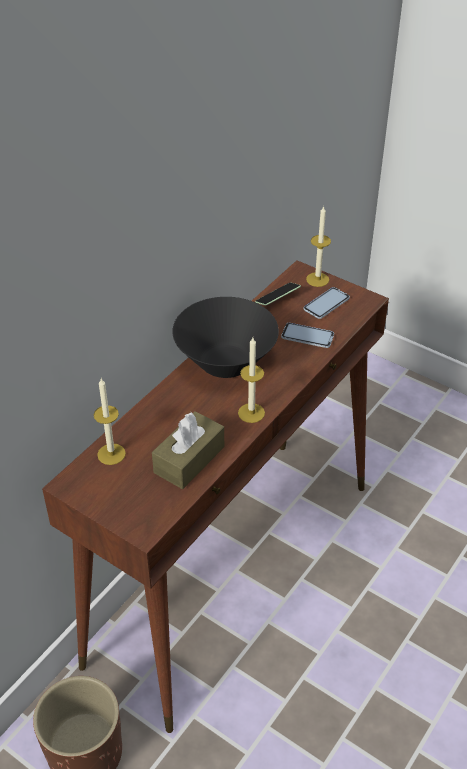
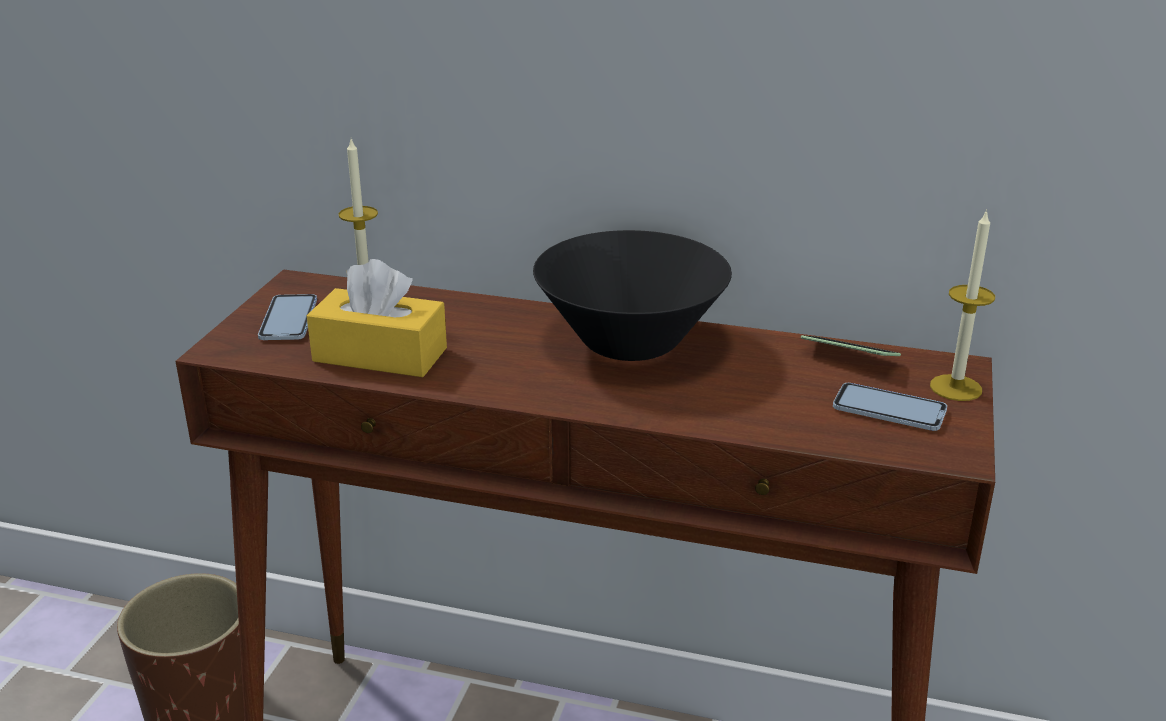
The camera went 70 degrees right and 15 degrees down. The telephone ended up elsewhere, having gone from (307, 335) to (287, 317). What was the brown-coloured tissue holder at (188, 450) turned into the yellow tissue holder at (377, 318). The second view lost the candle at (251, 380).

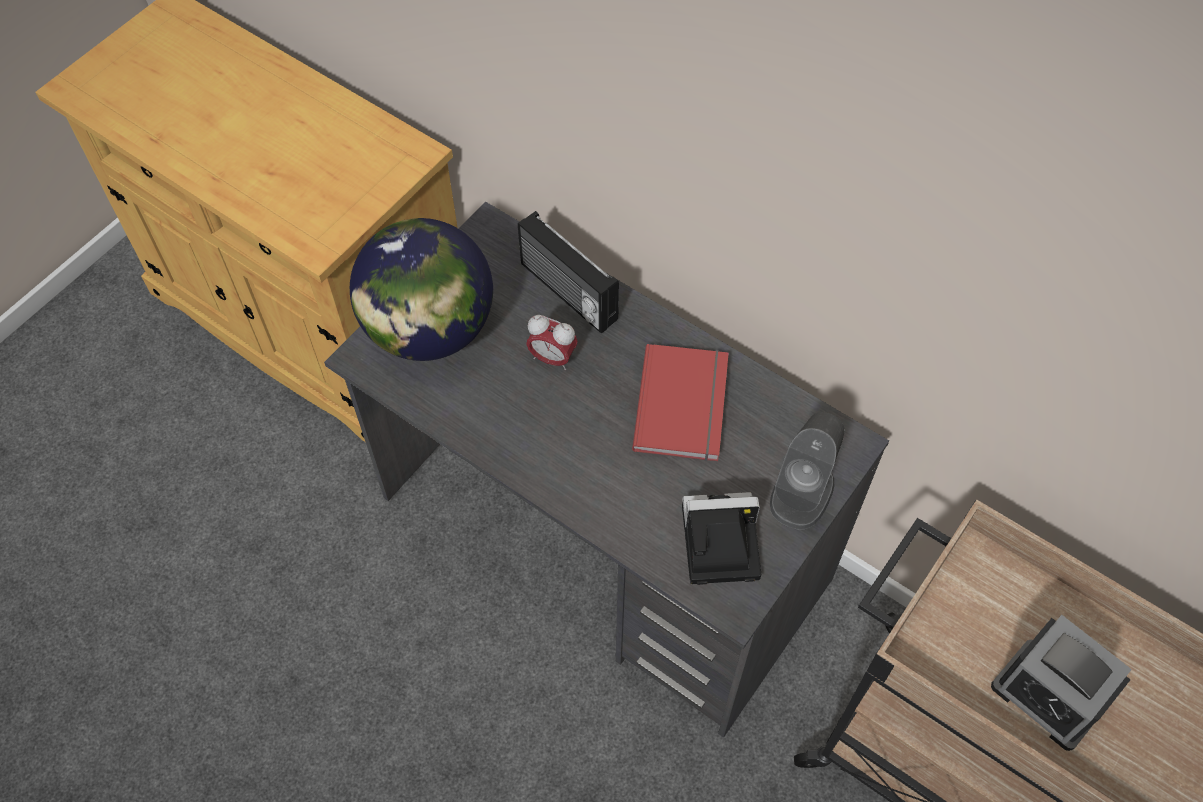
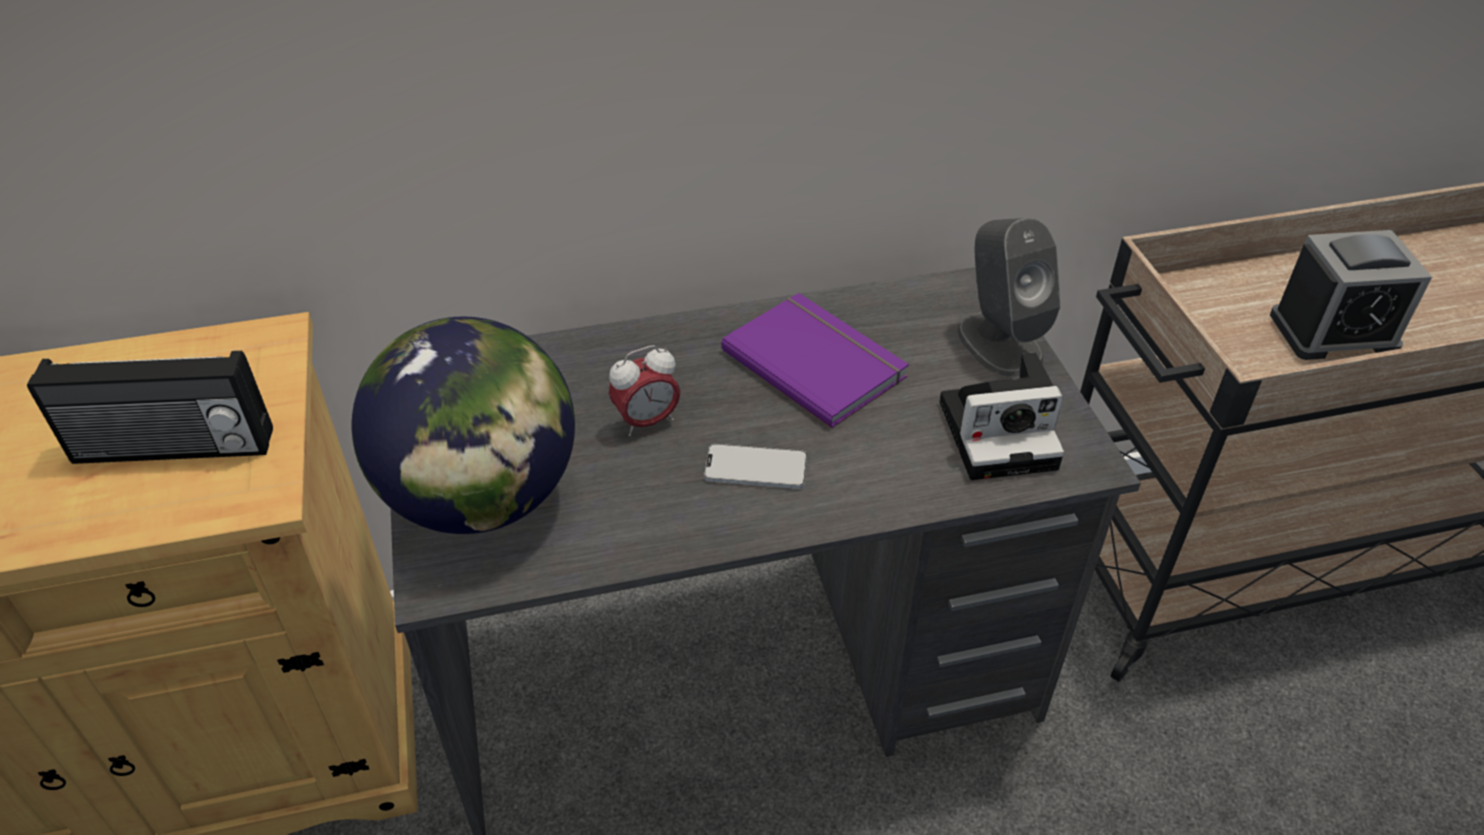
The camera went 50 degrees left and 15 degrees down. The radio receiver ended up elsewhere, having gone from (568, 272) to (150, 407). The second view gained the telephone at (755, 466). What was the red-coloured bound book at (680, 402) turned into the purple bound book at (815, 360). The photo camera at (721, 538) ended up facing another way, 135 degrees counterclockwise from before.

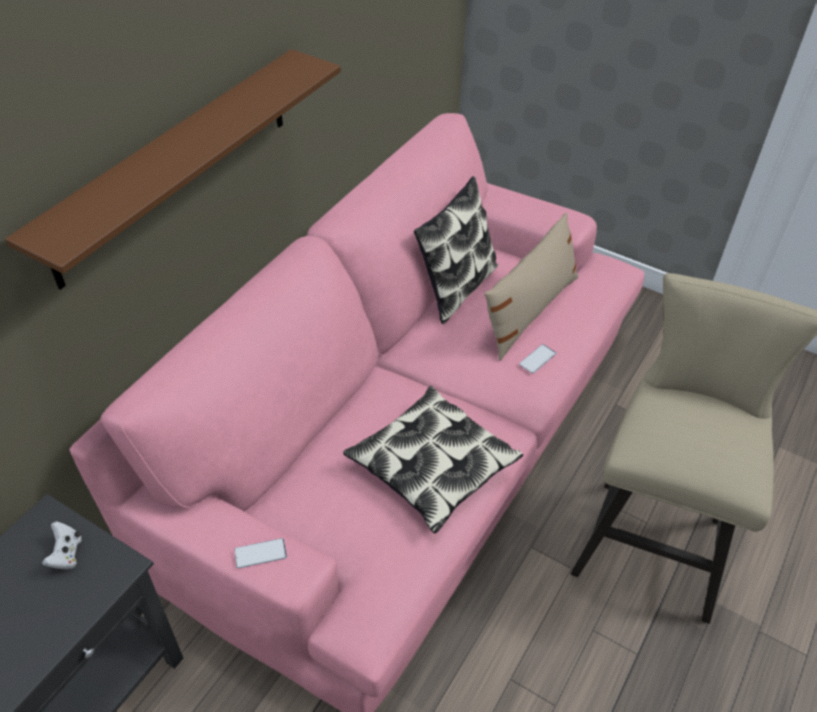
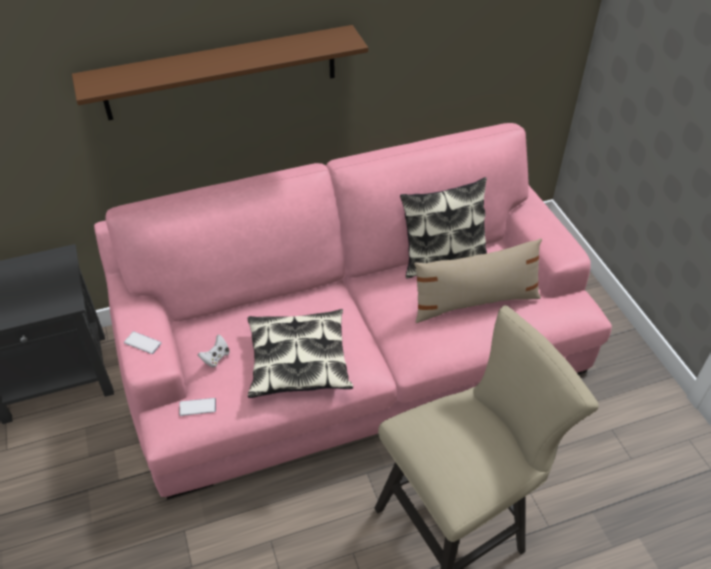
The camera went 40 degrees right and 0 degrees up. The telephone ended up elsewhere, having gone from (537, 358) to (197, 407). The white game controller ended up elsewhere, having gone from (62, 545) to (214, 351).

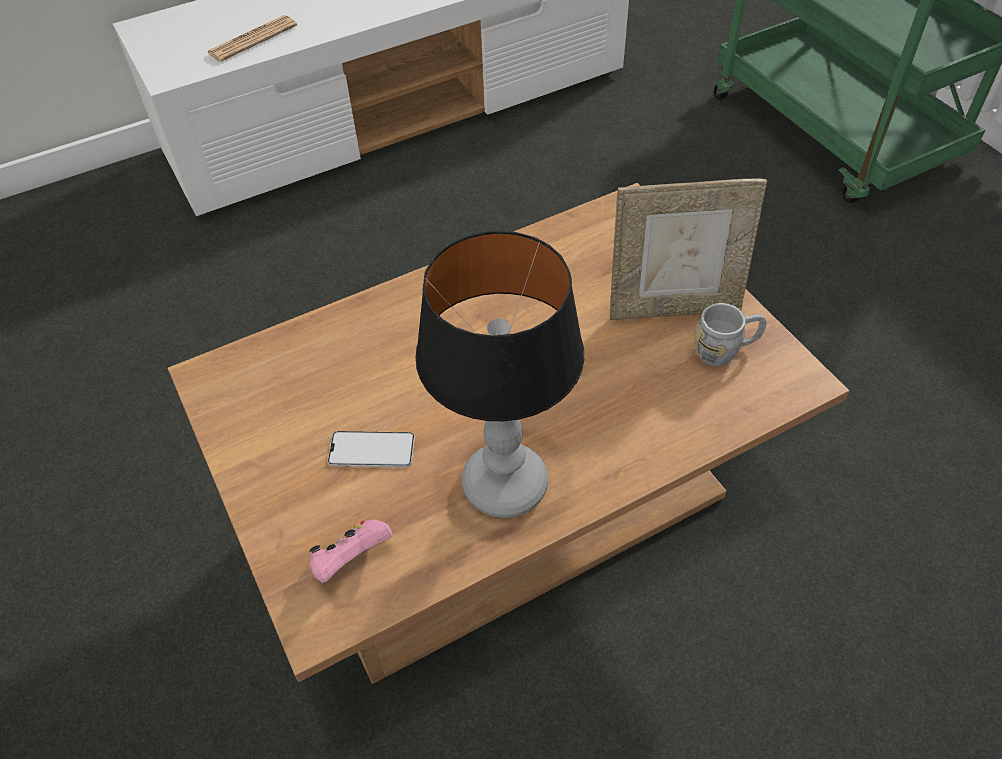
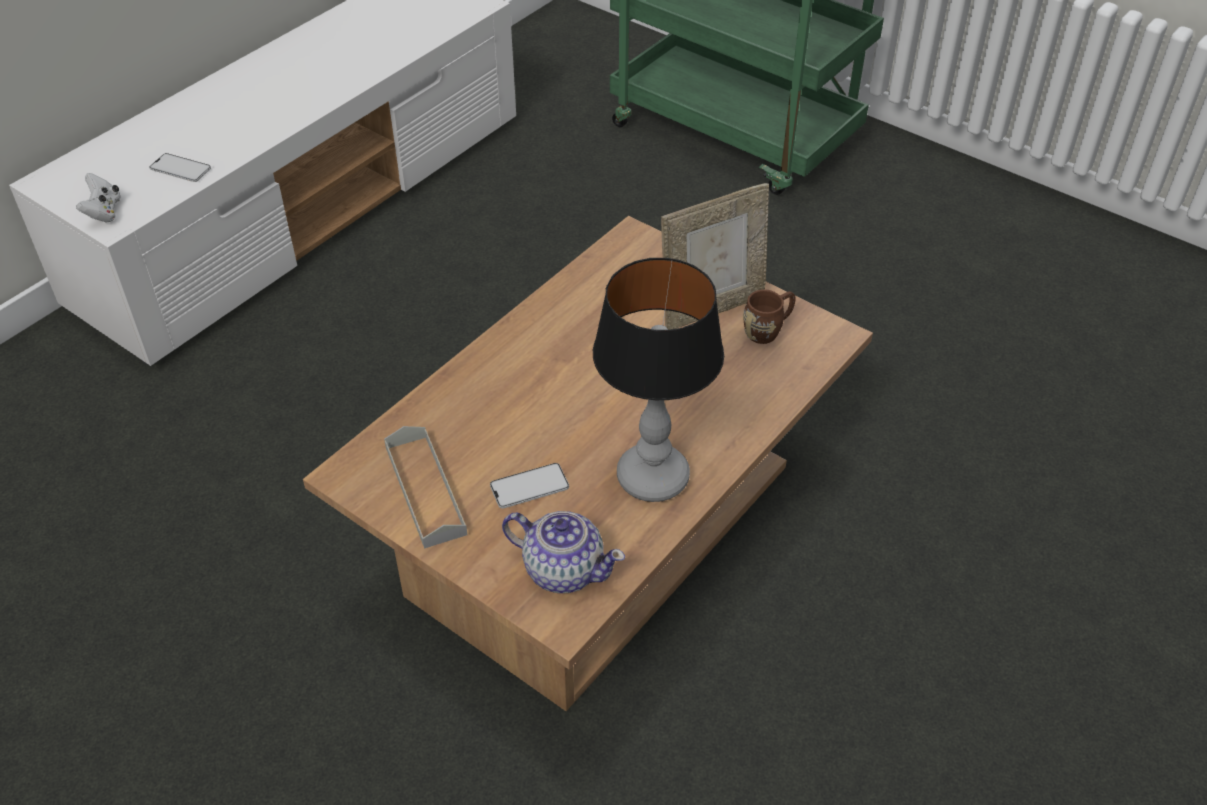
The camera went 25 degrees left and 5 degrees down. The second view gained the white game controller at (98, 197). Where the printed paper stood at (252, 38), the telephone came to stand at (180, 167). The second view gained the grey carrying tray at (425, 487). Where the pink game controller stood at (351, 551), the pot for tea came to stand at (563, 552). What was the grey mug at (730, 334) turned into the brown-coloured mug at (769, 316).

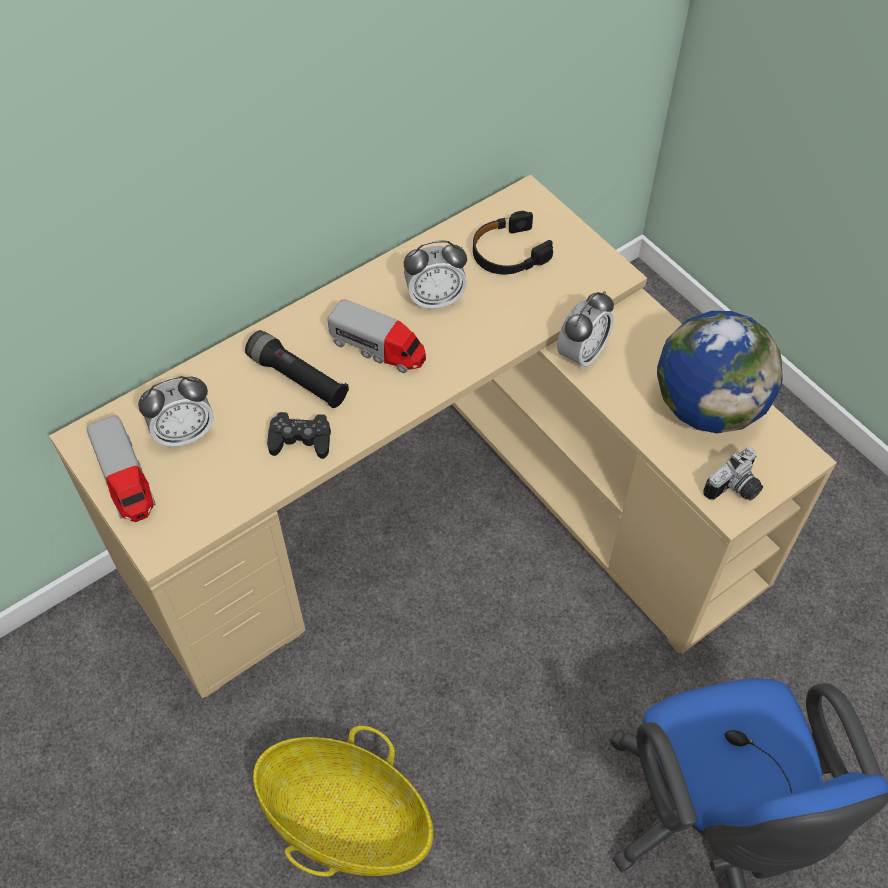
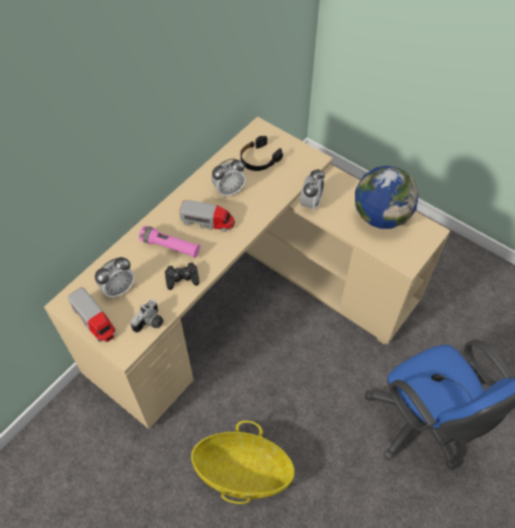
The camera went 15 degrees left and 0 degrees up. The photo camera ended up elsewhere, having gone from (733, 474) to (146, 316). What was the blackish flashlight at (297, 369) turned into the pink flashlight at (169, 242).

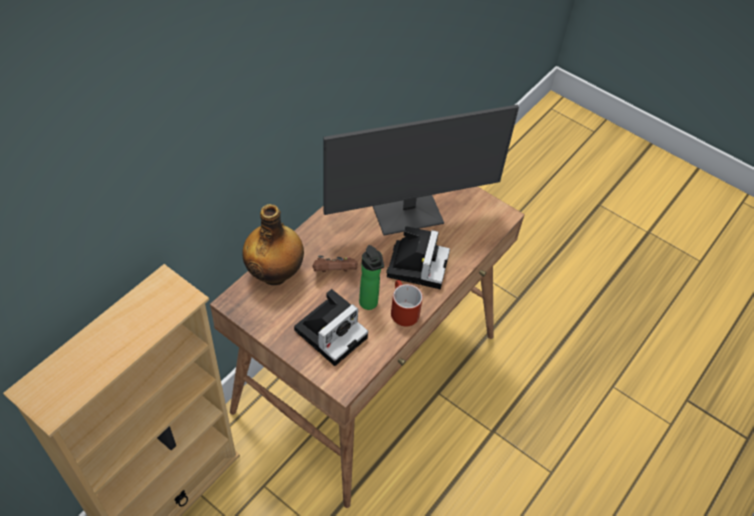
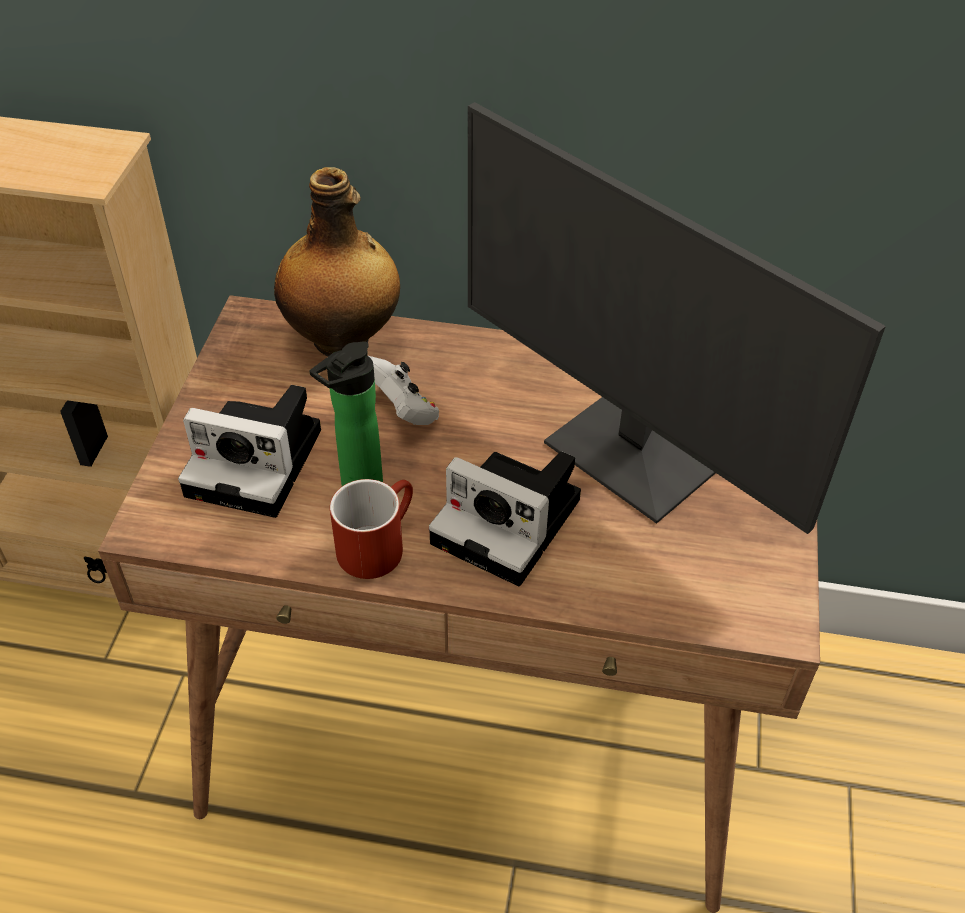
The camera went 65 degrees right and 5 degrees down. What was the brown-coloured game controller at (335, 264) turned into the white game controller at (403, 390). The photo camera at (418, 257) ended up facing another way, 45 degrees clockwise from before.

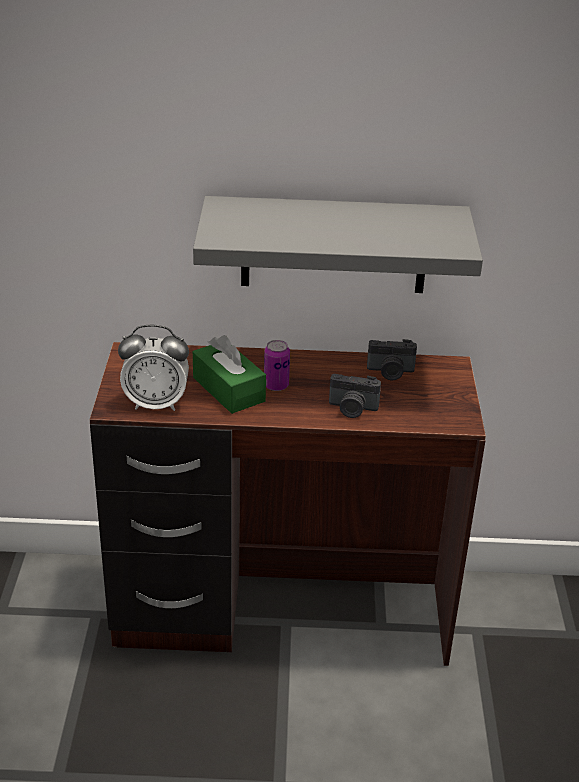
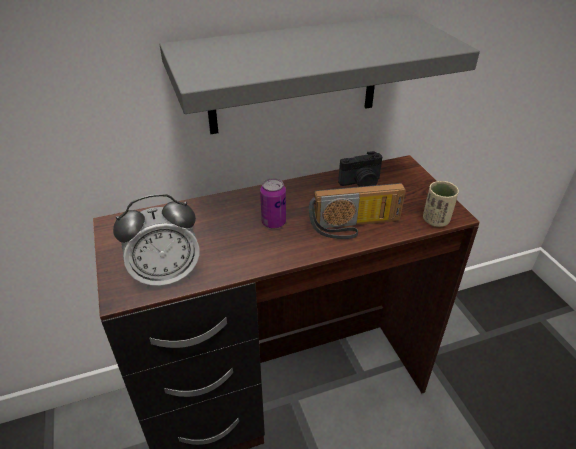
The camera went 20 degrees left and 5 degrees up. Where the photo camera stood at (355, 396), the radio receiver came to stand at (357, 211). The second view gained the beige cup at (441, 204). The second view lost the green tissue holder at (229, 374).

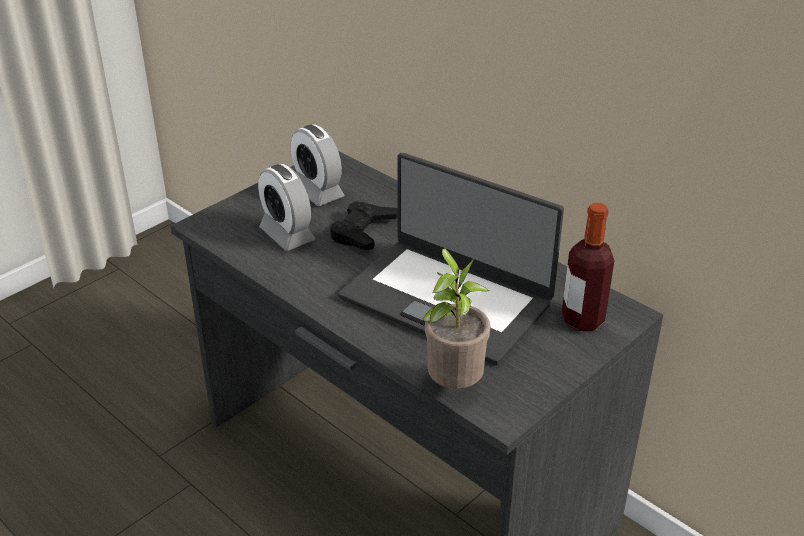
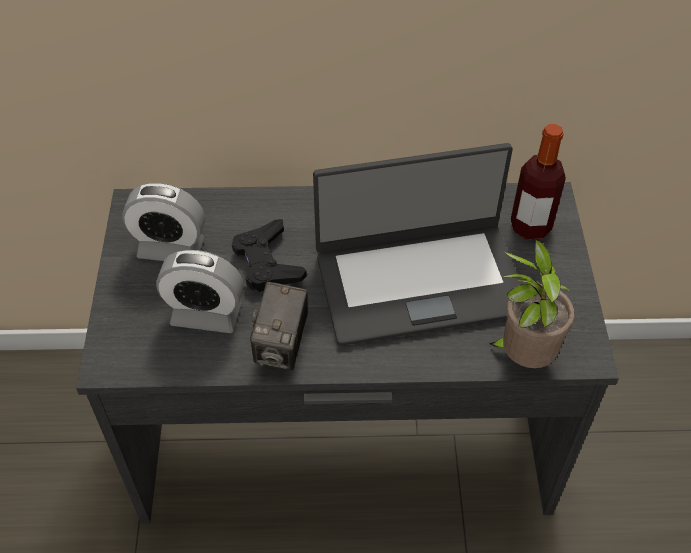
The camera went 45 degrees left and 15 degrees up. The second view gained the photo camera at (279, 326).

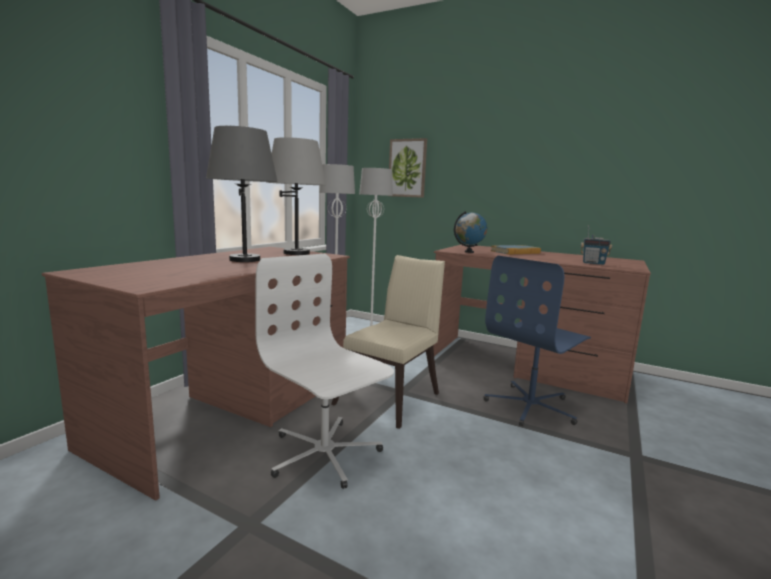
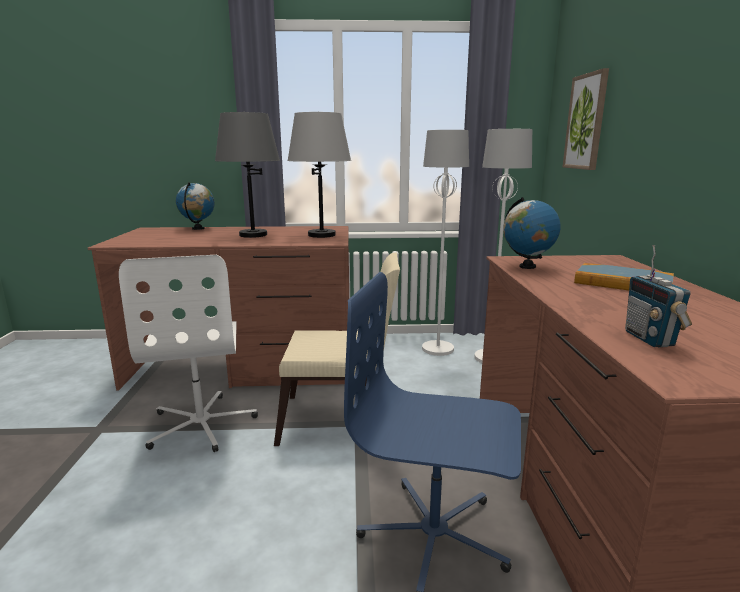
The camera went 60 degrees right and 5 degrees up. The white computer chair at (324, 371) ended up facing another way, 150 degrees clockwise from before. The second view gained the desk globe at (195, 206).

